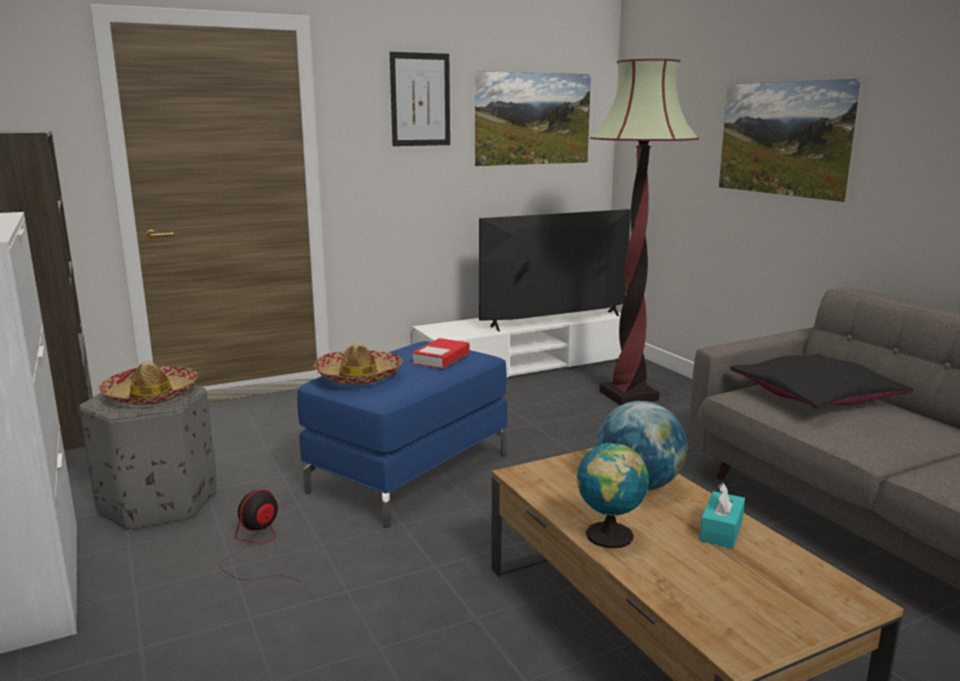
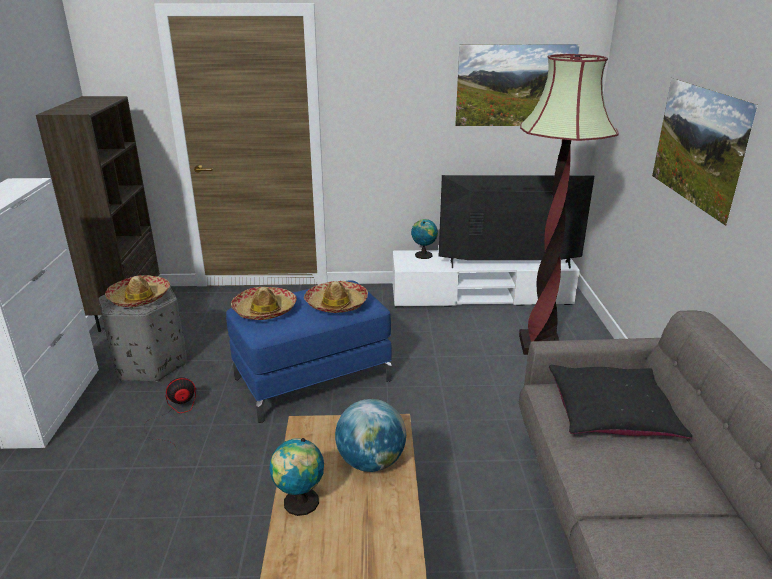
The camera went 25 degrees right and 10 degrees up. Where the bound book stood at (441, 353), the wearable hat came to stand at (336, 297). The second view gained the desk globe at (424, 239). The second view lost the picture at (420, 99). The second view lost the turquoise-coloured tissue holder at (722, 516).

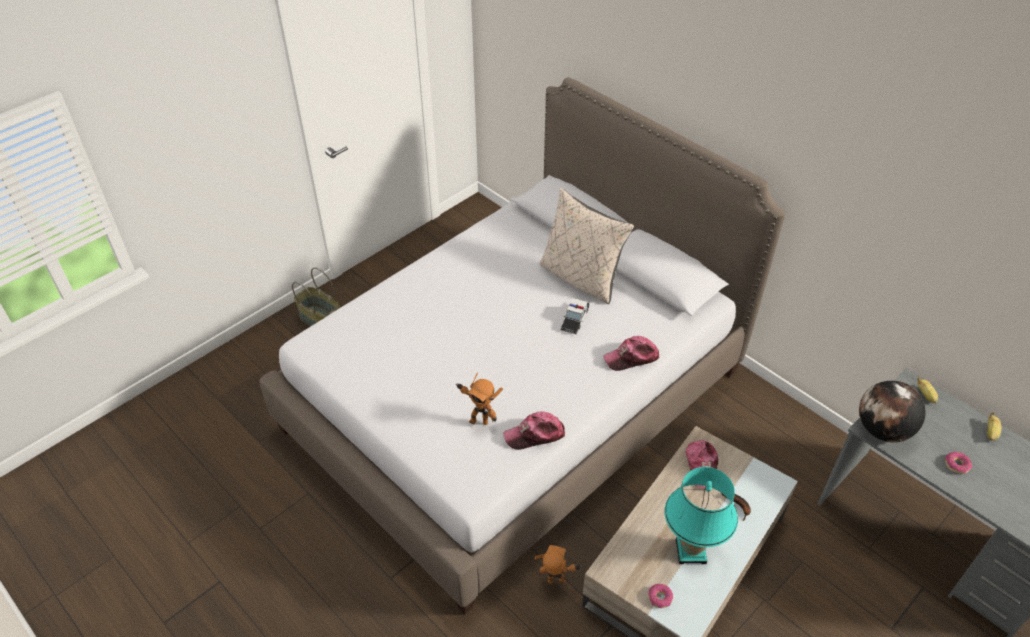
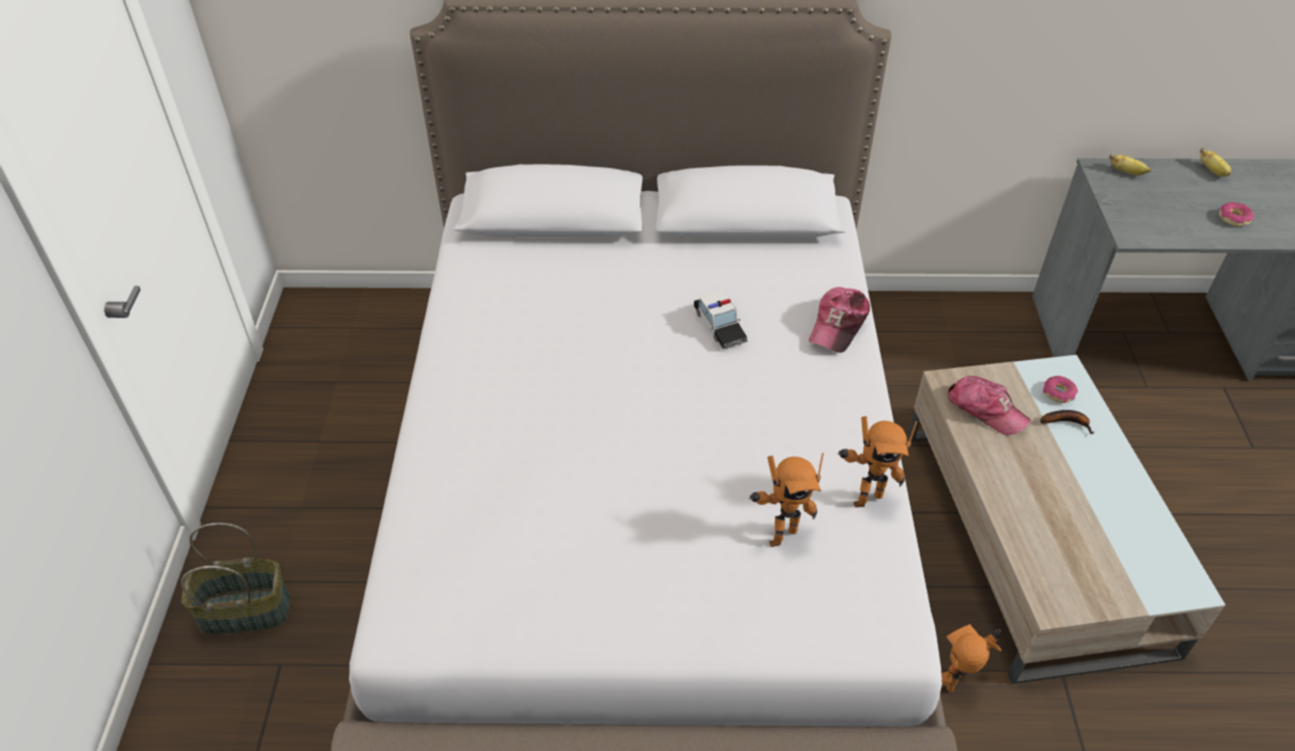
The camera went 45 degrees left and 0 degrees up. Where the baseball cap stood at (534, 431), the toy robot came to stand at (877, 461). The ring doughnut ended up elsewhere, having gone from (660, 596) to (1060, 389). The second view lost the beige throw pillow at (587, 246). The second view lost the turquoise-coloured tabletop lamp at (701, 515). The second view lost the desk globe at (892, 411).

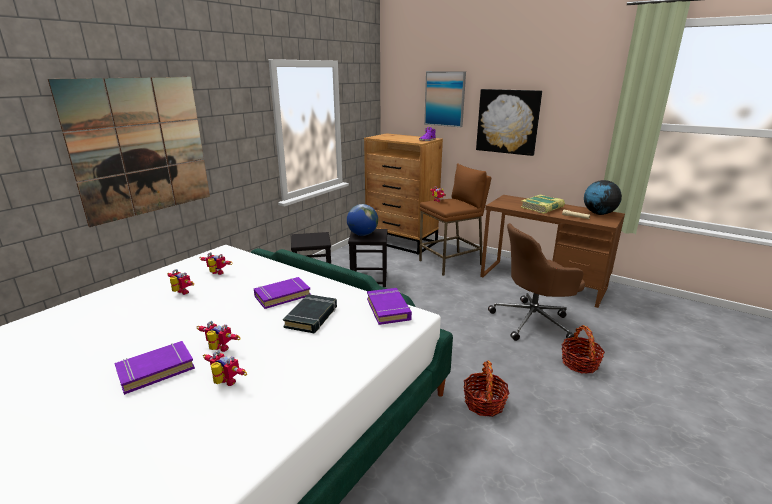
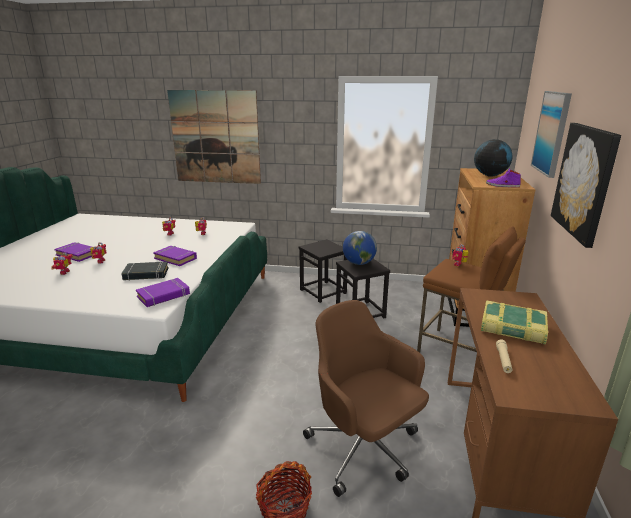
The camera went 65 degrees right and 0 degrees up. The desk globe ended up elsewhere, having gone from (603, 197) to (493, 158). The second view lost the household basket at (486, 388).

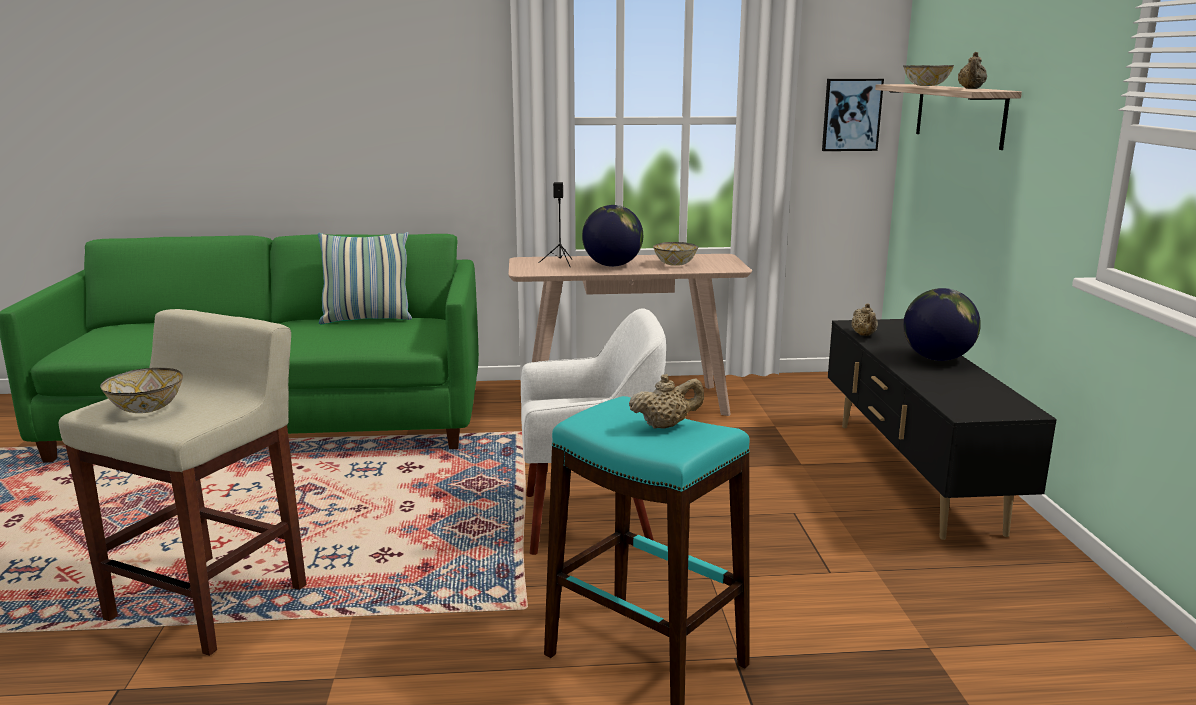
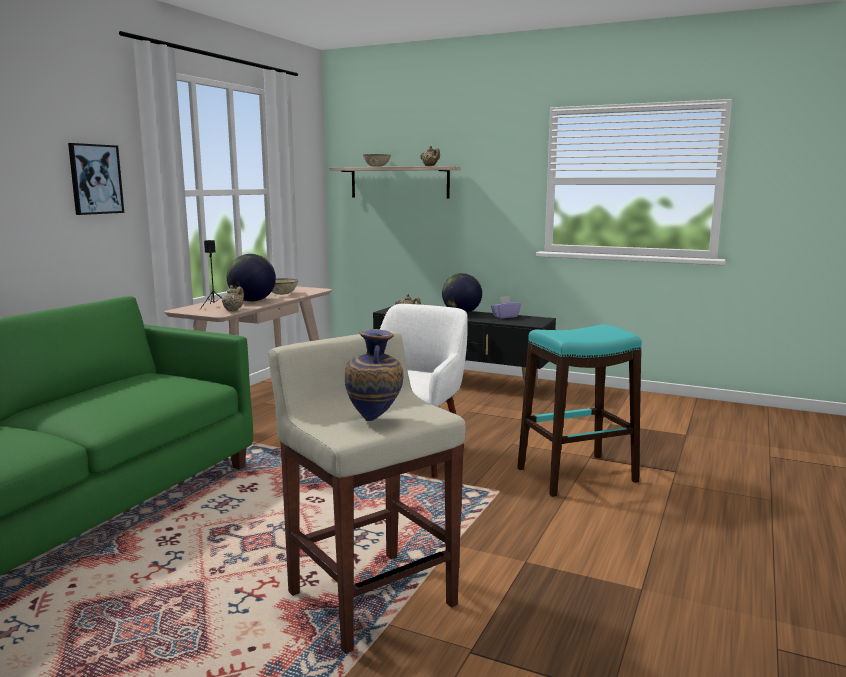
The camera went 60 degrees left and 5 degrees down. The picture ended up elsewhere, having gone from (853, 115) to (96, 179). The beige pot for tea ended up elsewhere, having gone from (666, 401) to (233, 298). Where the serving bowl stood at (141, 390), the decorative vase came to stand at (374, 375). The second view gained the purple tissue holder at (506, 307). The second view lost the throw pillow at (365, 278).

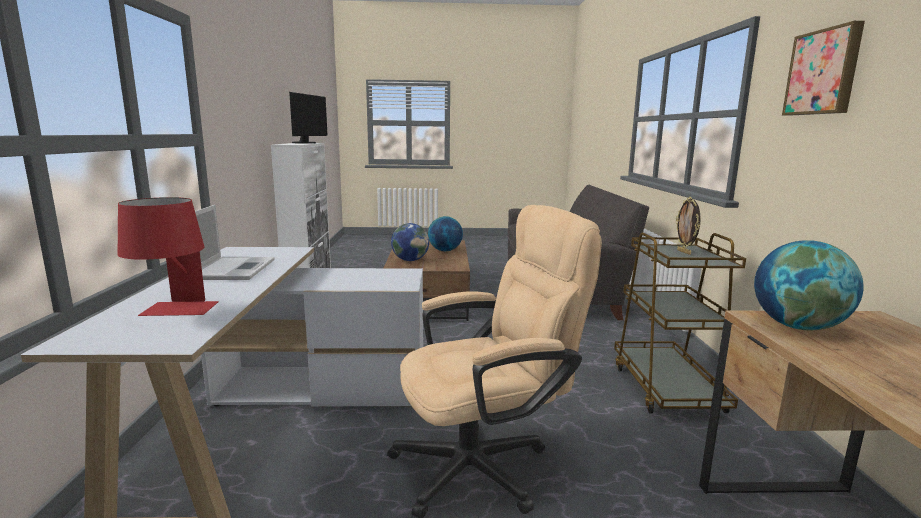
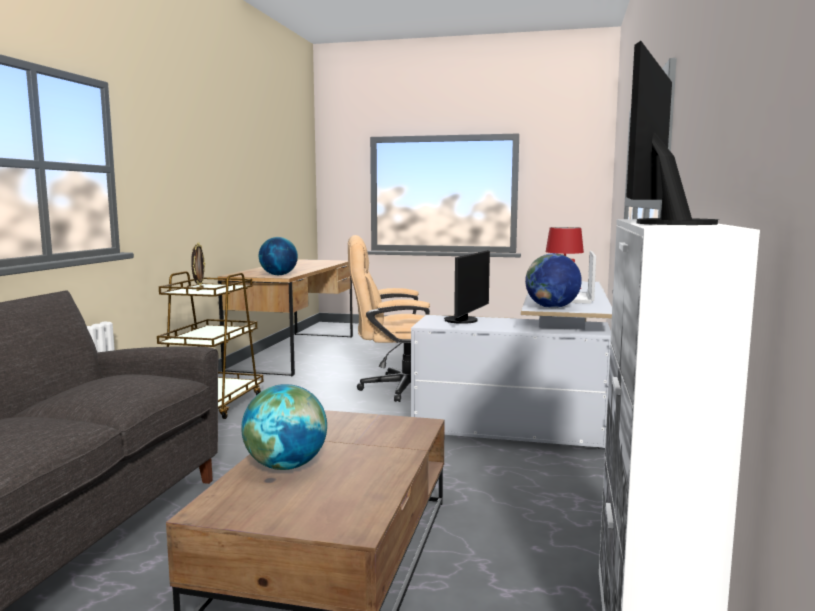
The camera went 165 degrees left and 5 degrees down. The second view gained the monitor at (467, 287). The desk globe ended up elsewhere, having gone from (410, 242) to (553, 280). The second view lost the picture at (823, 68).

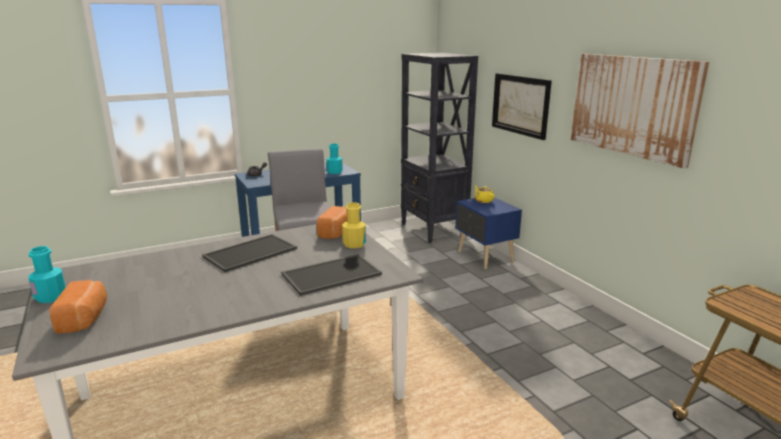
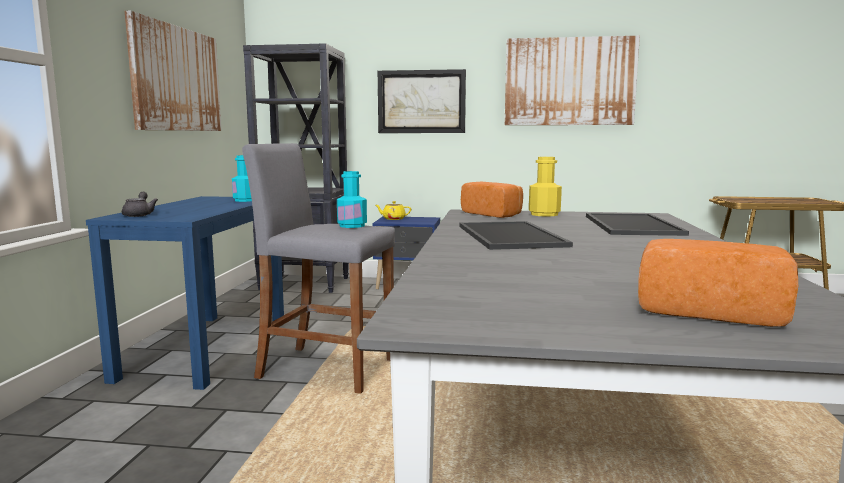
The camera went 55 degrees left and 10 degrees down. The second view gained the picture at (173, 71). The turquoise-coloured bottle ended up elsewhere, having gone from (47, 274) to (352, 199).

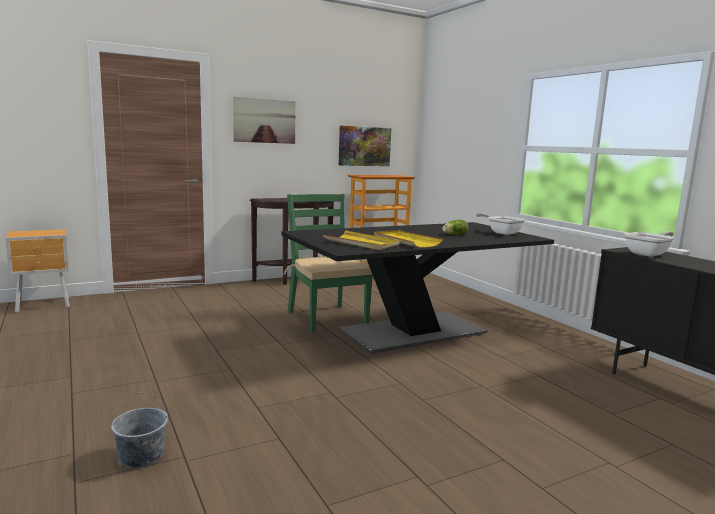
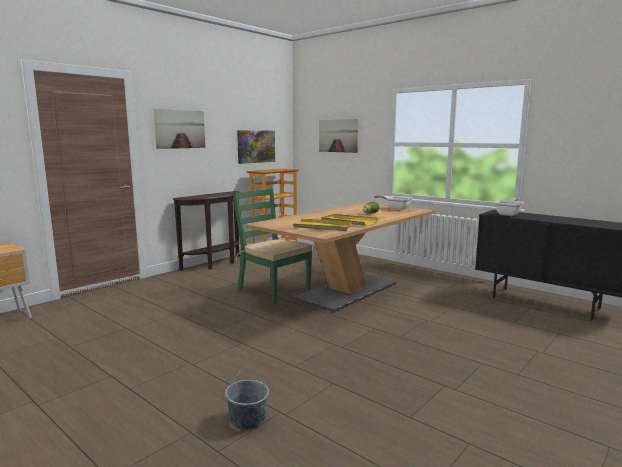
The camera went 20 degrees left and 0 degrees up. What was the blackish dinner table at (418, 288) turned into the beige dinner table at (340, 257). The second view gained the picture at (338, 136).

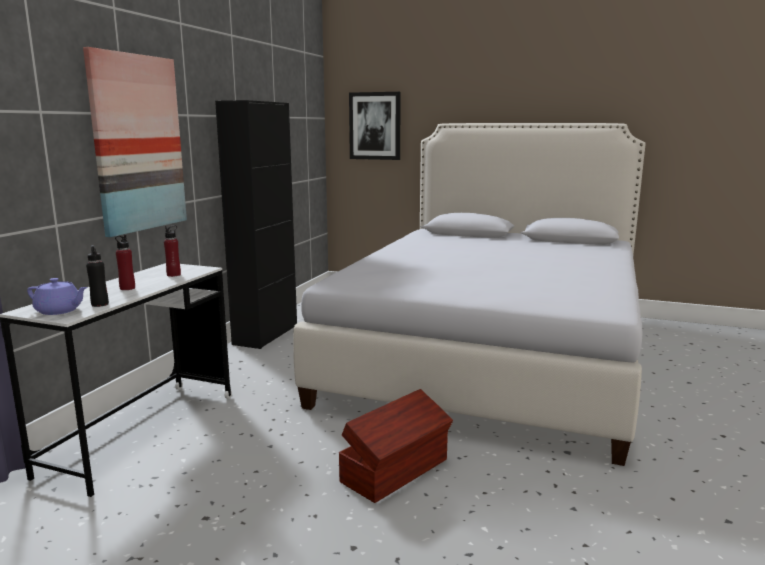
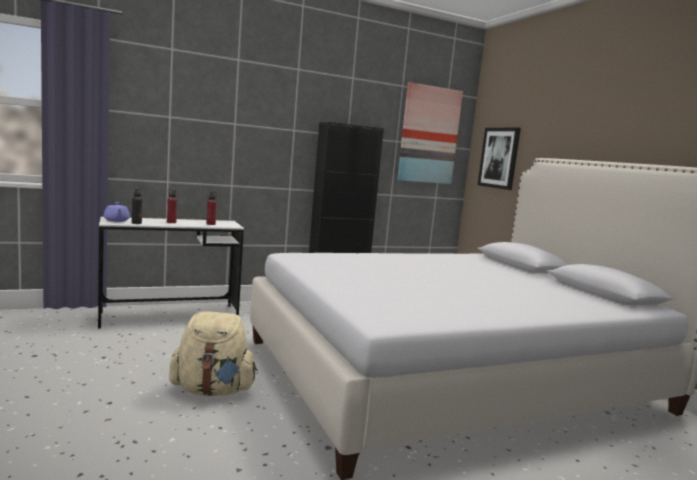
The camera went 45 degrees right and 5 degrees down. Where the brown-coloured storage bin stood at (396, 446), the beige rucksack came to stand at (213, 353). The picture ended up elsewhere, having gone from (135, 142) to (430, 133).

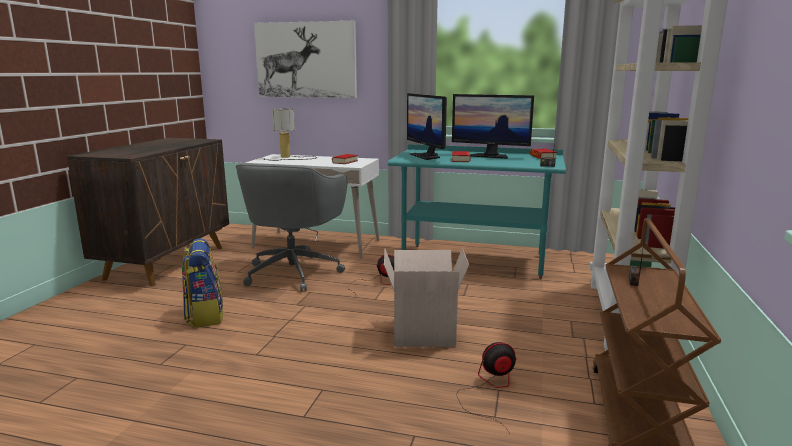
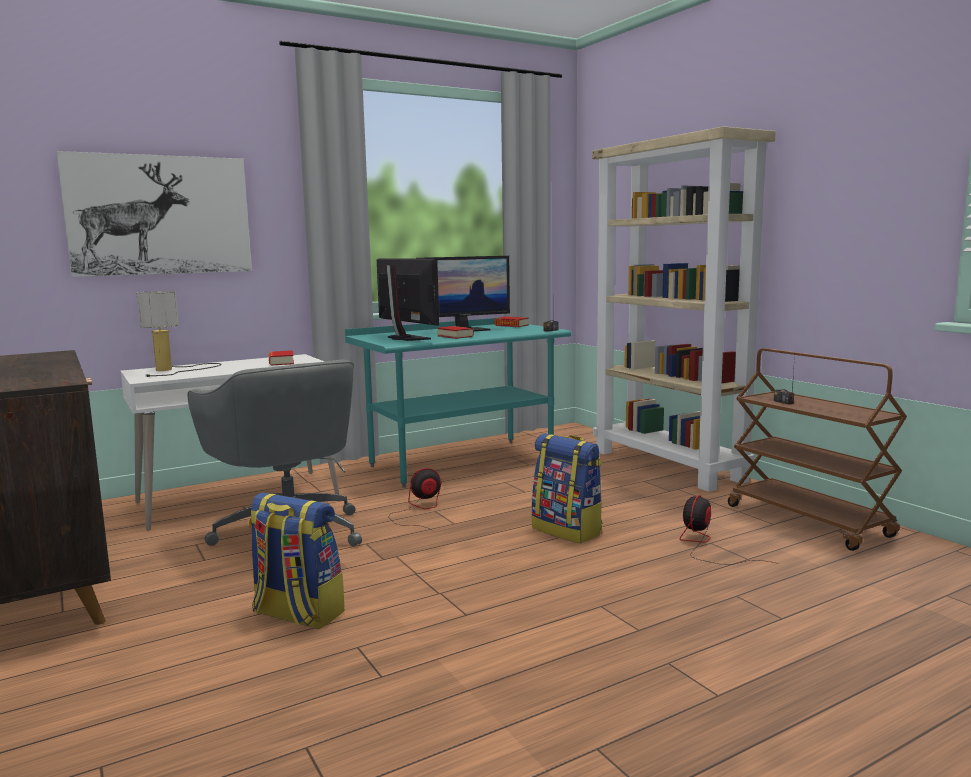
The camera went 45 degrees left and 5 degrees down. The monitor at (427, 126) ended up facing another way, 150 degrees counterclockwise from before. Where the cardboard box stood at (426, 297), the rucksack came to stand at (567, 488).

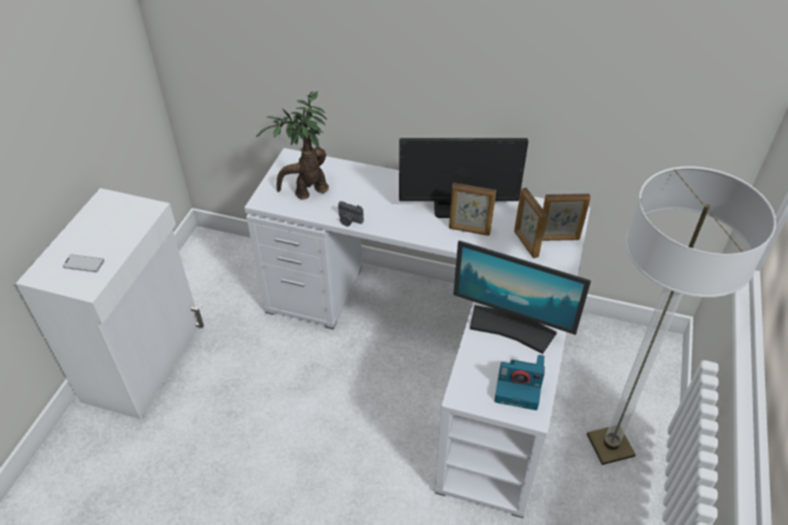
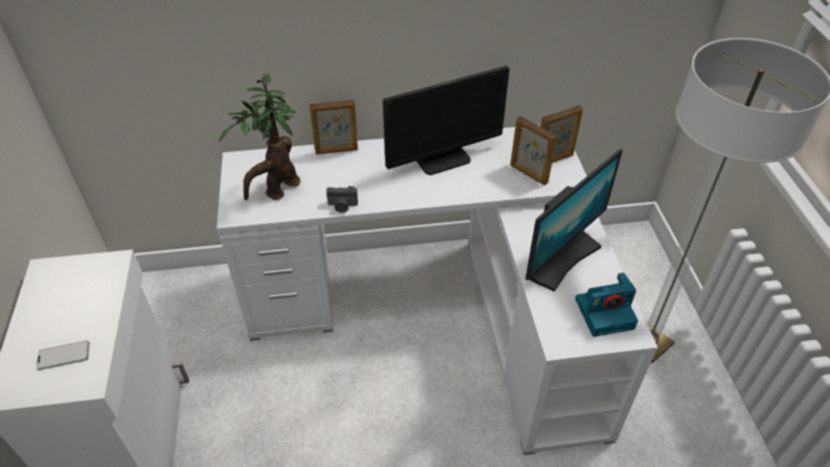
The camera went 25 degrees left and 0 degrees up. The photo frame ended up elsewhere, having gone from (472, 209) to (333, 127). The monitor at (522, 297) ended up facing another way, 45 degrees counterclockwise from before.

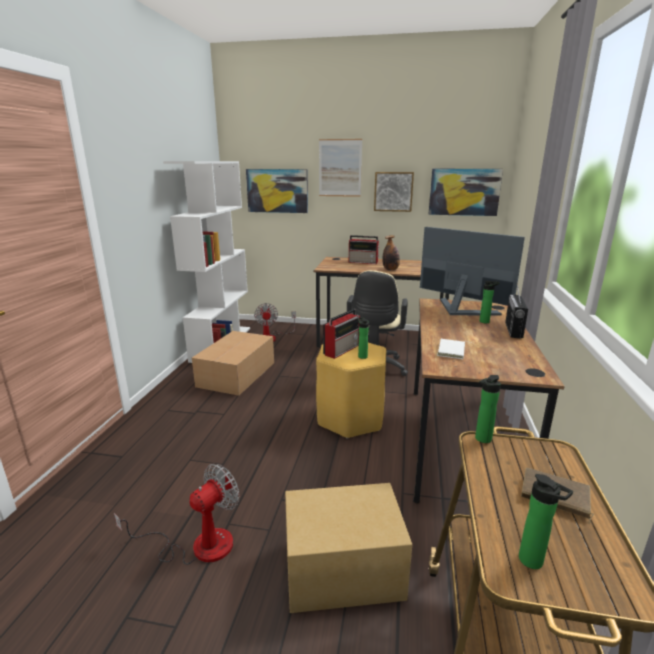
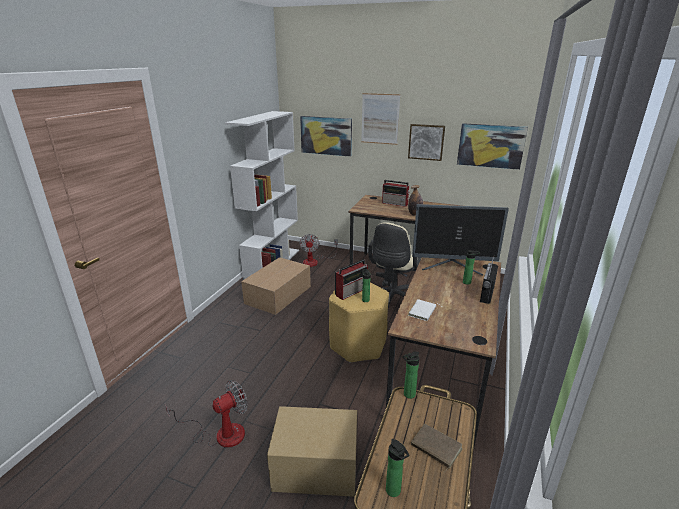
The camera went 10 degrees right and 5 degrees up. The monitor at (472, 271) ended up facing another way, 135 degrees clockwise from before.

